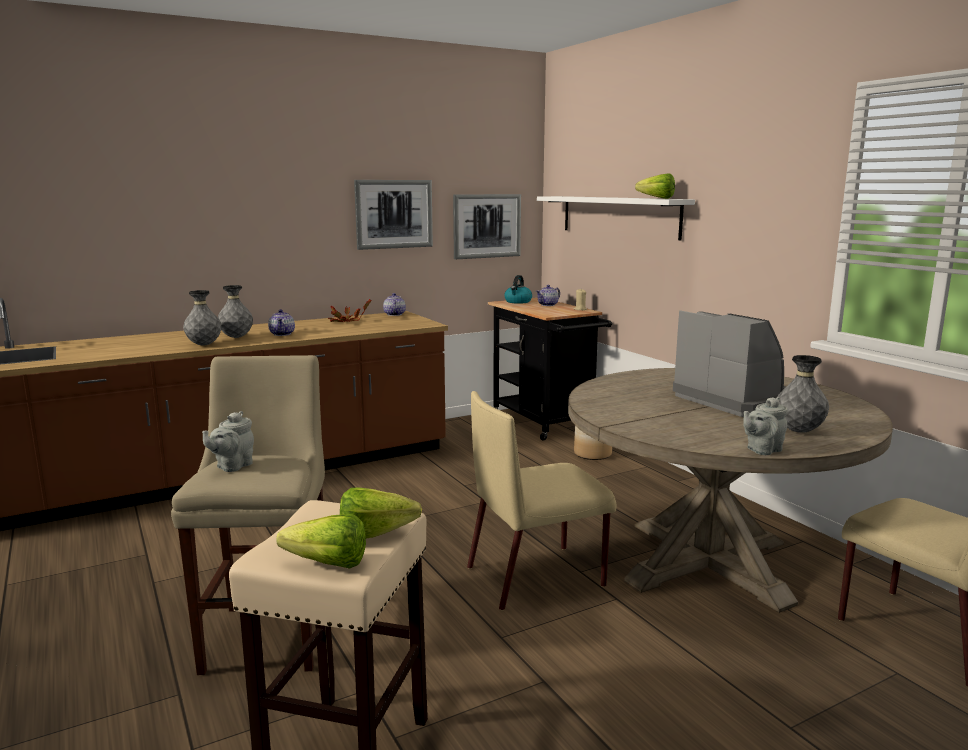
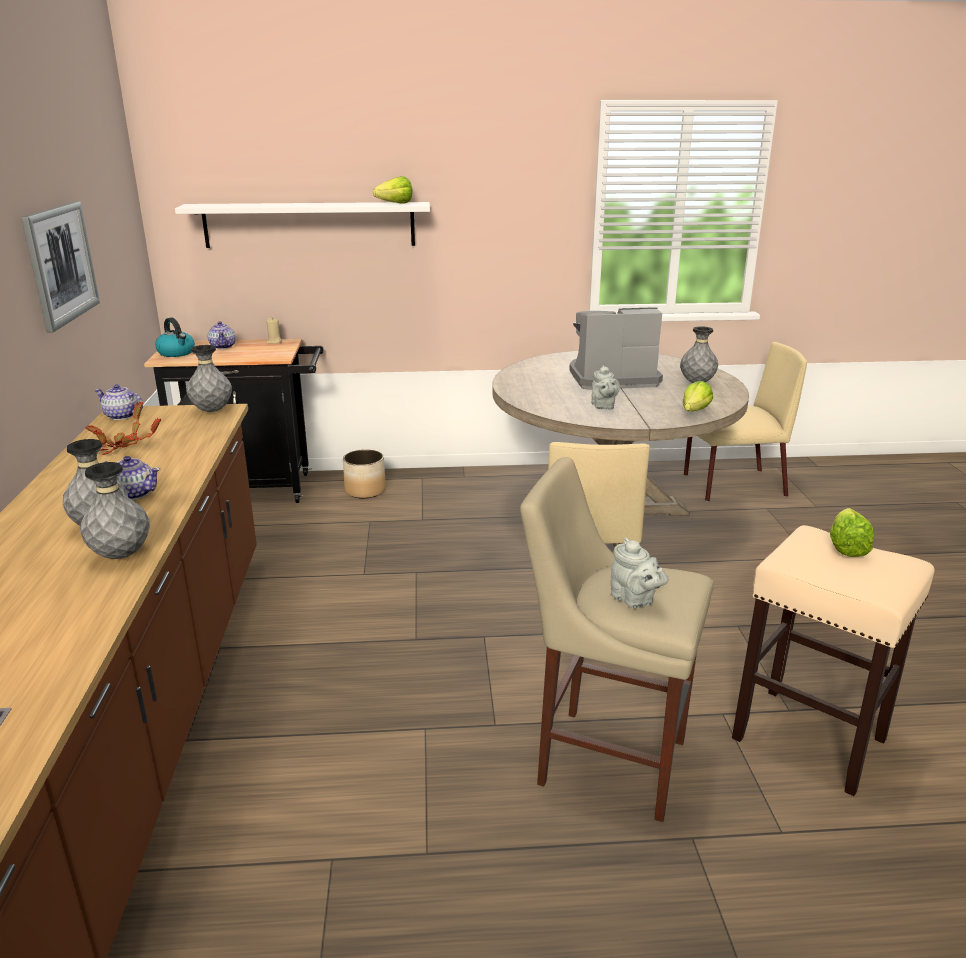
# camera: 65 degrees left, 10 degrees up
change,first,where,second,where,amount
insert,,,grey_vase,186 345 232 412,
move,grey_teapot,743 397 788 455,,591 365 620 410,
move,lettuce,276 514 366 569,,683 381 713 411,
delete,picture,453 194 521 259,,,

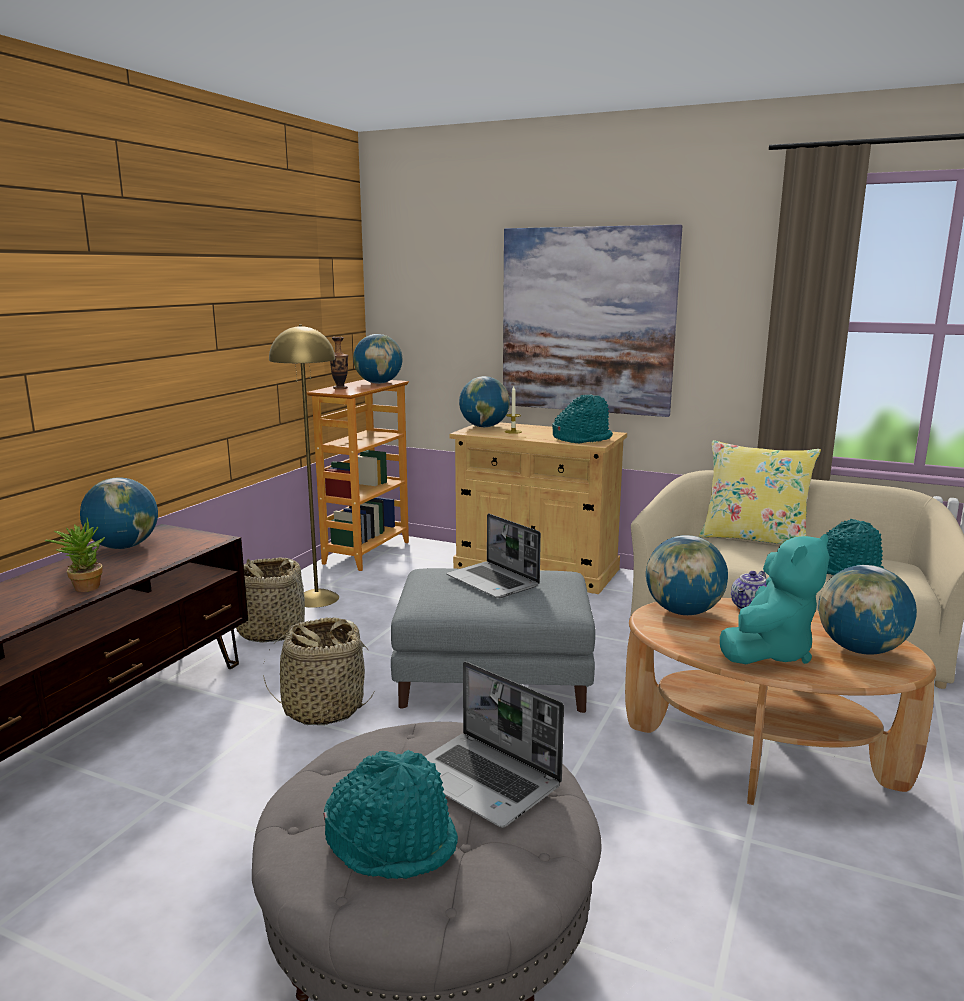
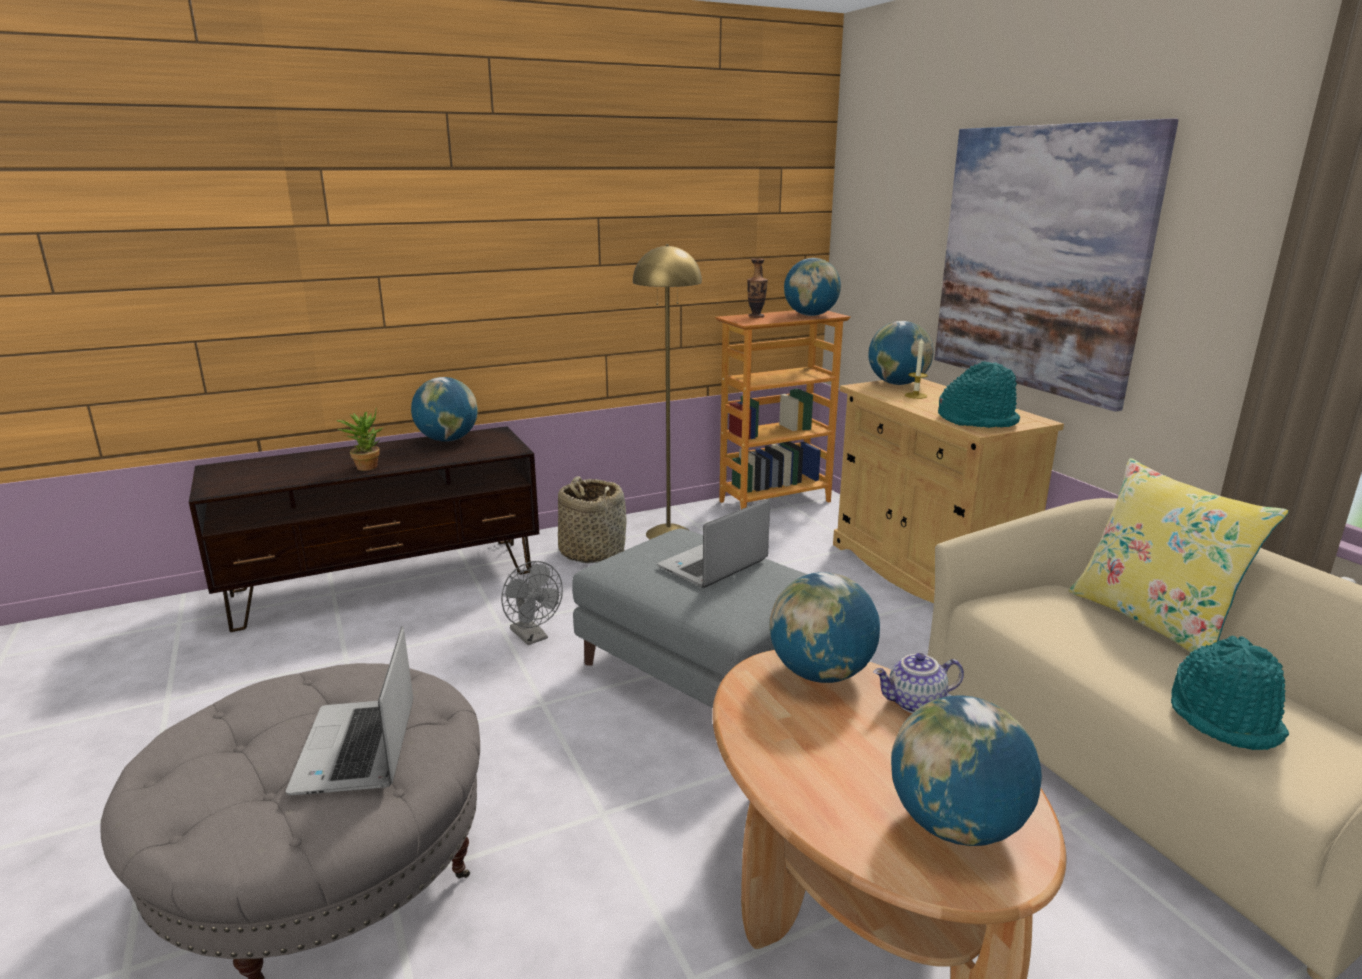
# camera: 40 degrees right, 5 degrees up
change,first,where,second,where,amount
replace,basket,263 617 374 725,grey_fan,501 561 563 645,
rotate,laptop,446 514 541 598,,657 499 770 588,45 degrees clockwise
delete,turquoise_hat,323 750 458 879,,,
delete,turquoise_plush_toy,720 534 830 664,,,

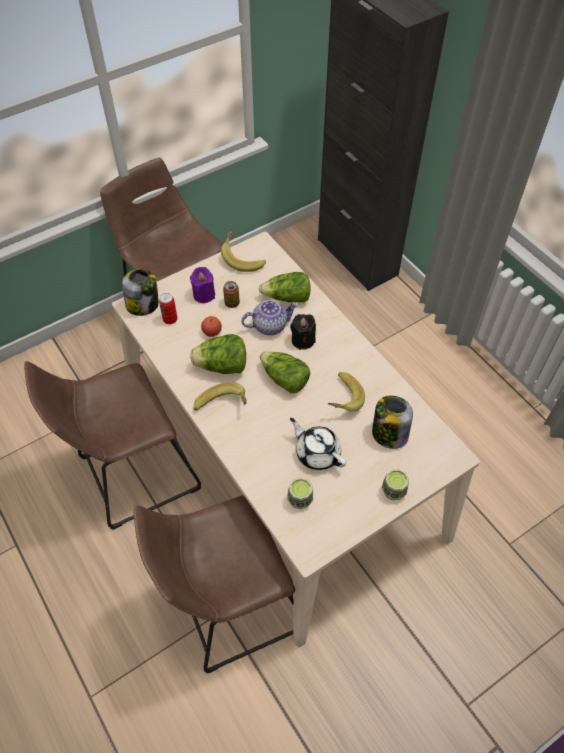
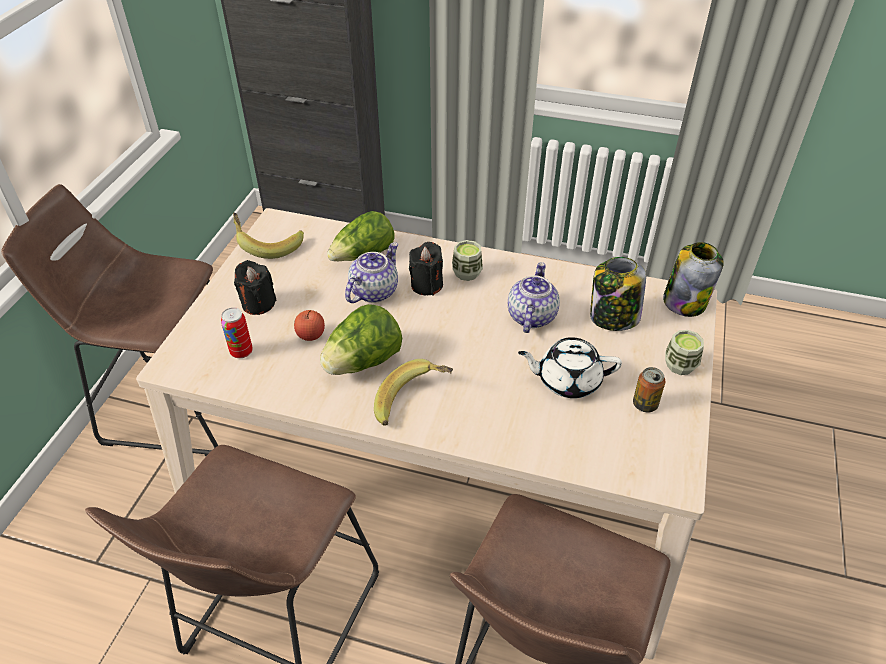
# camera: 40 degrees left, 10 degrees down
change,first,where,second,where,amount
recolor,purple_candle,190 267 215 303,black_candle,234 260 276 315,
move,cup,288 478 313 509,,452 240 483 281,
replace,banana,328 372 365 412,teapot,508 262 560 333,
move,can,223 281 240 308,,633 367 665 412,
move,jar,122 269 159 316,,663 242 724 317,
delete,lettuce,260 351 310 393,,,

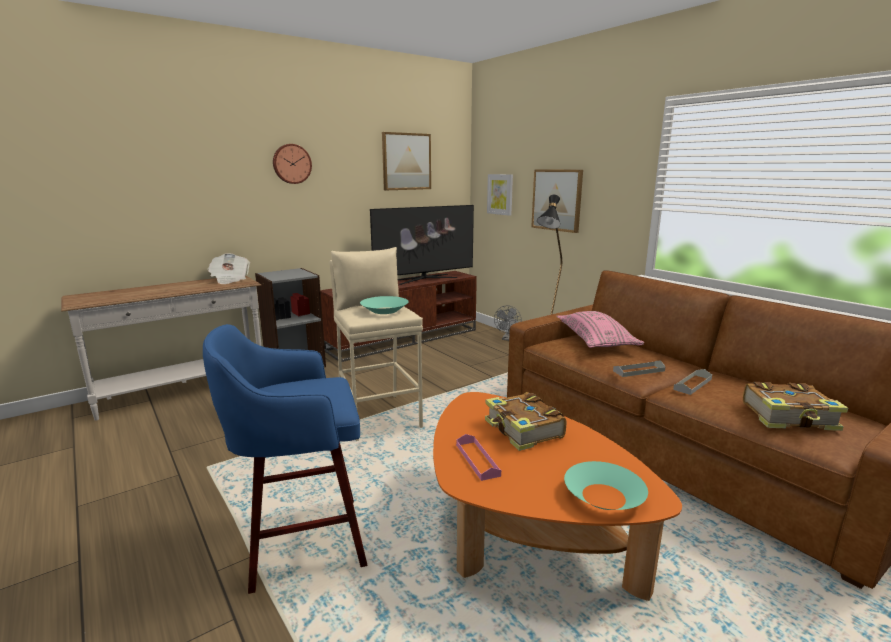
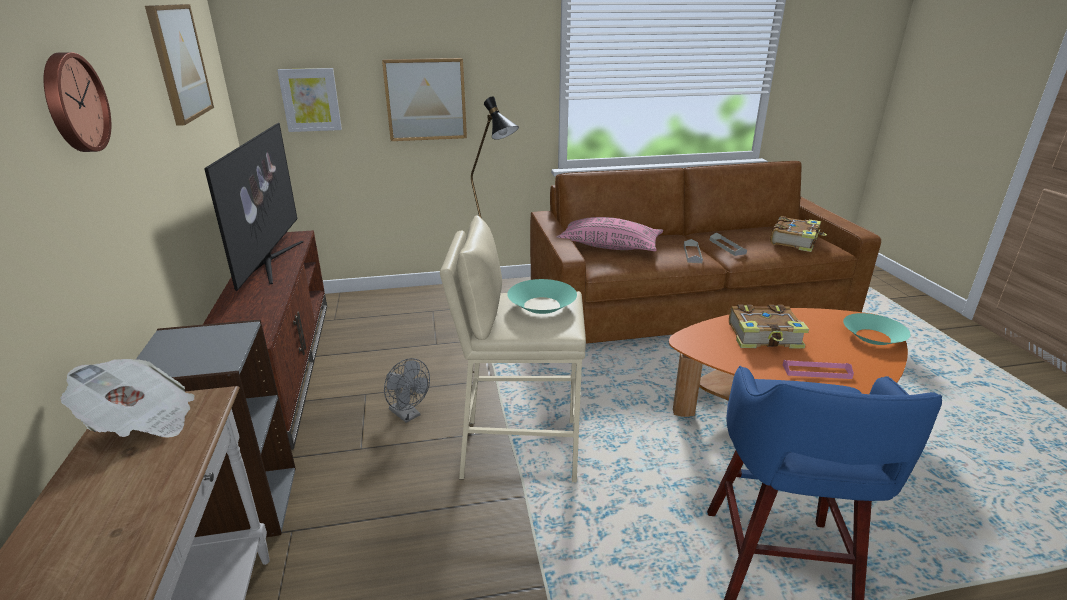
# camera: 65 degrees left, 10 degrees up
change,first,where,second,where,amount
move,grey_fan,494 305 521 341,,384 358 430 423,

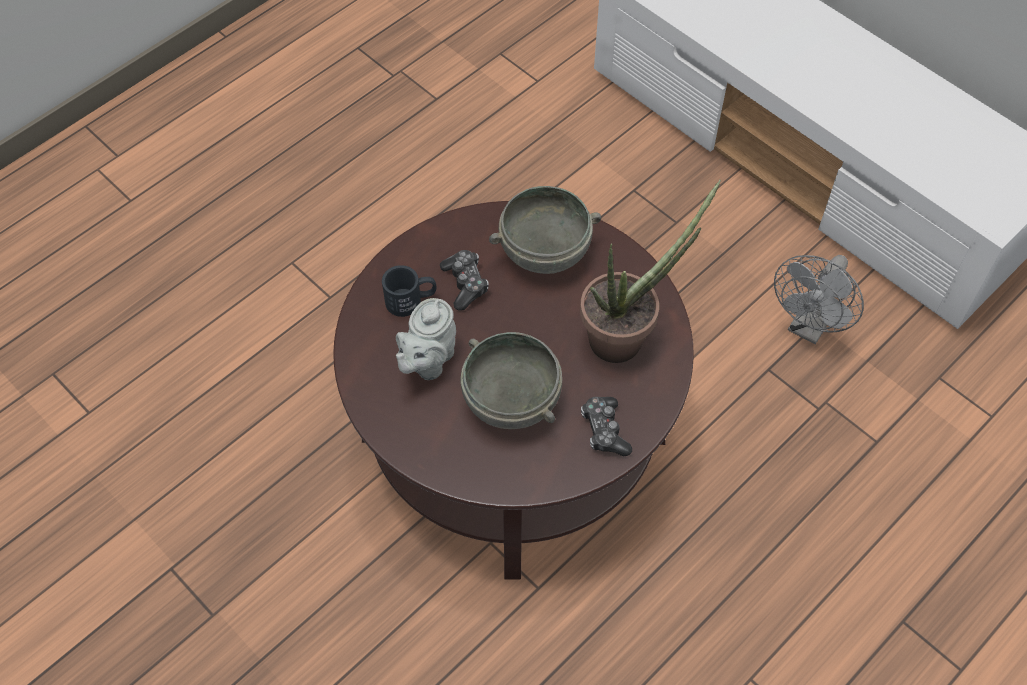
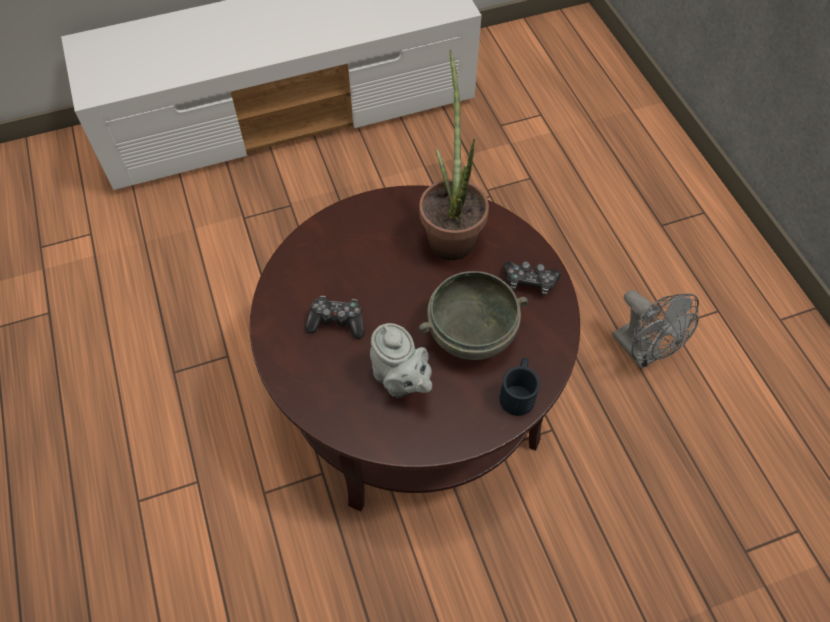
# camera: 65 degrees left, 0 degrees up
change,first,where,second,where,amount
move,black_mug,382 265 436 317,,499 358 540 416,
move,grey_fan,774 255 864 344,,612 290 699 369,
delete,grey_bowl,489 186 601 274,,,

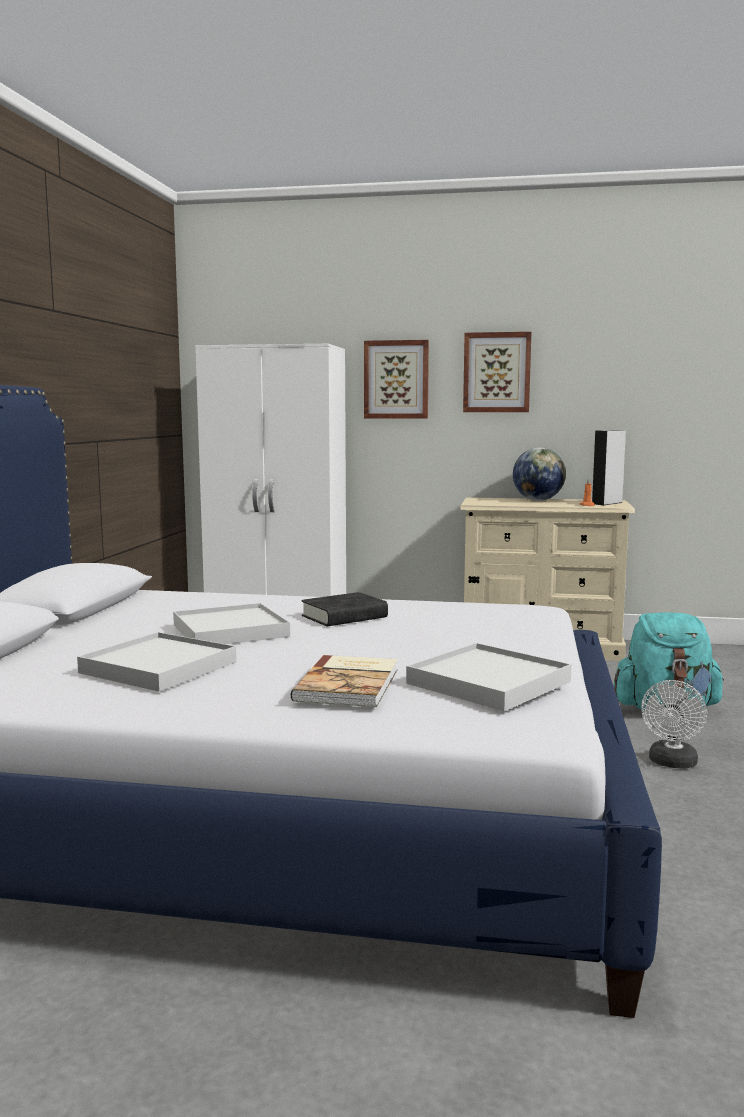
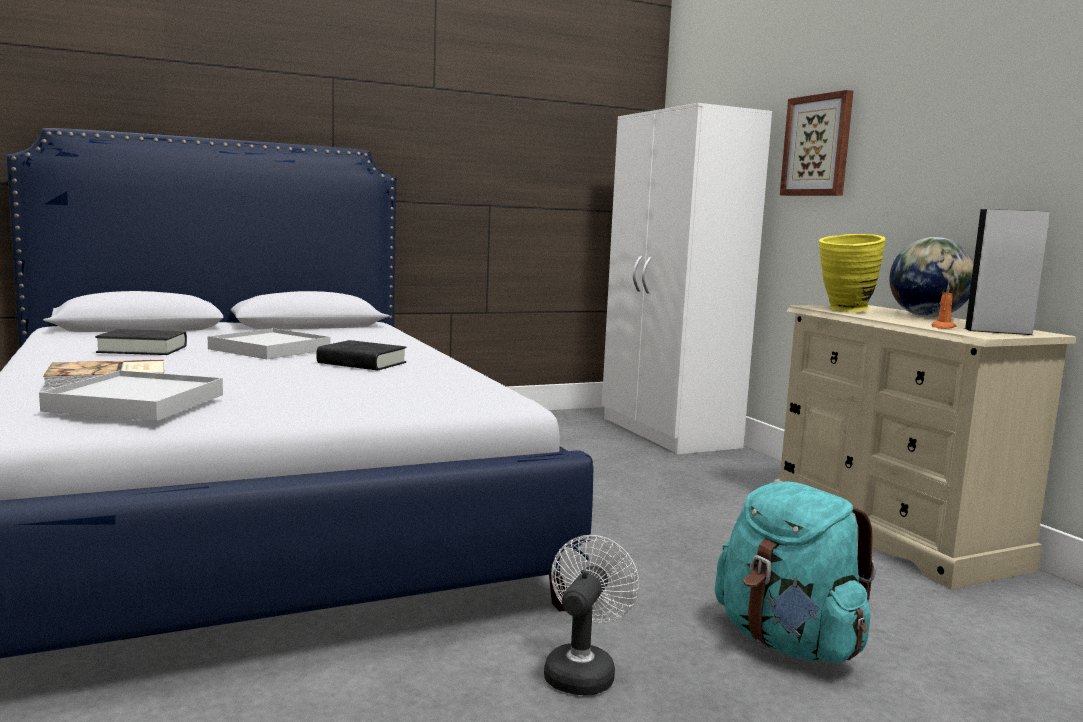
# camera: 55 degrees right, 0 degrees up
change,first,where,second,where,amount
replace,white_tray,77 632 237 692,black_book,95 329 187 355,
rotate,white_fan,641 680 707 769,,544 535 639 695,120 degrees clockwise
insert,,,yellow_vase,819 234 886 312,
delete,picture,463 332 531 412,,,

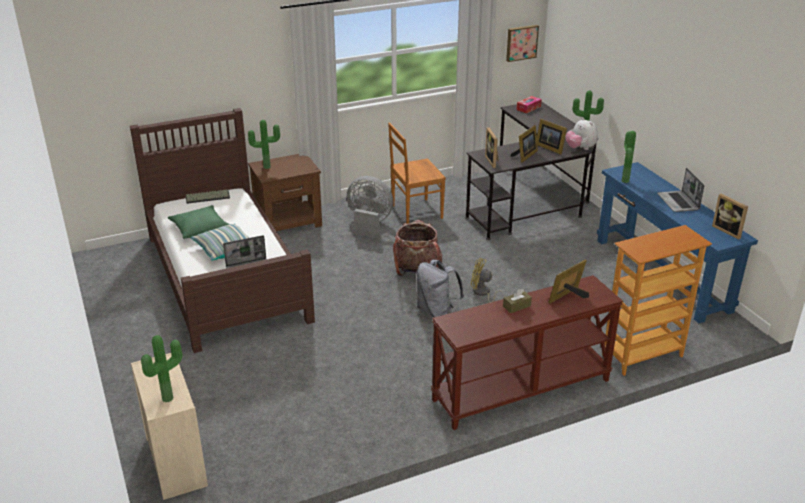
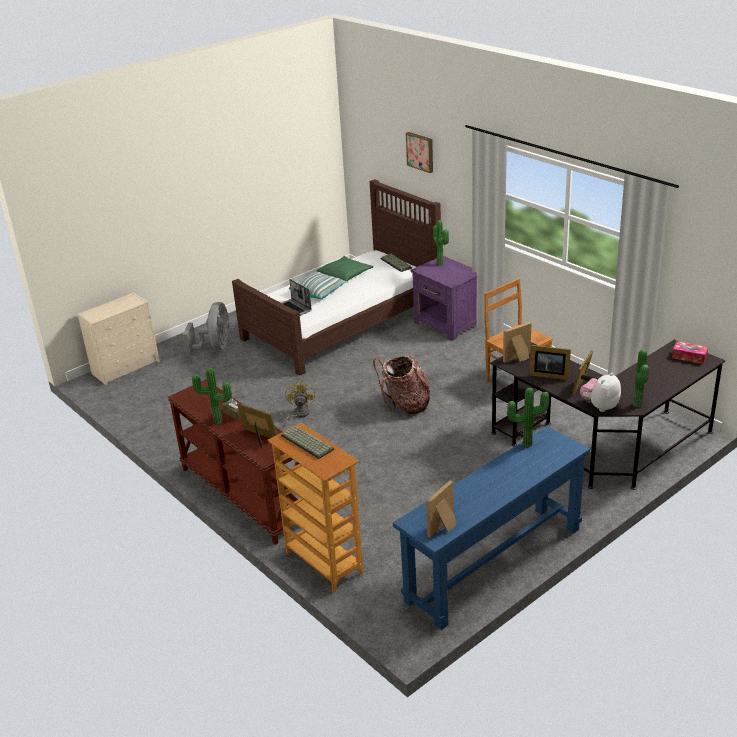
# camera: 75 degrees right, 0 degrees up
change,first,where,second,where,amount
move,grey_fan,347 176 394 239,,182 302 230 356,
move,potted_plant,141 335 182 402,,192 368 232 424,
insert,,,keyboard,281 426 334 459,
move,yellow_fan,471 258 505 303,,283 381 315 427,
move,picture,506 25 539 62,,406 132 433 173,
recolor,brown_nightstand,248 154 322 231,purple_nightstand,410 256 477 341,
delete,grey_backpack,417 260 464 318,,,
delete,laptop,657 168 704 212,,,

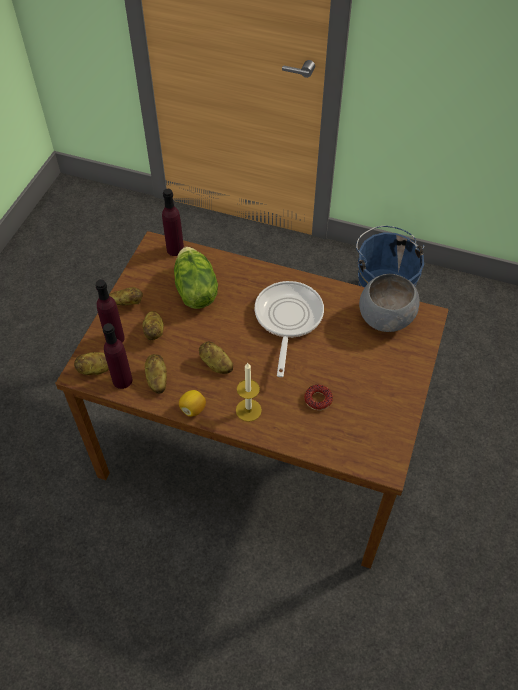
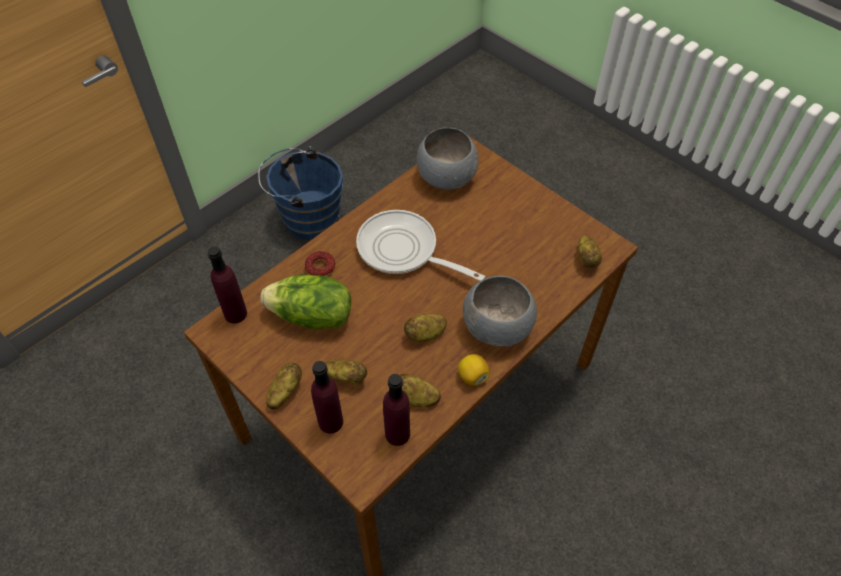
# camera: 65 degrees left, 0 degrees up
change,first,where,second,where,amount
move,donut,304 385 333 410,,305 251 335 276,
replace,candle,236 363 262 422,grey_bowl,463 276 537 347,
move,potato,74 352 109 375,,578 236 602 268,

